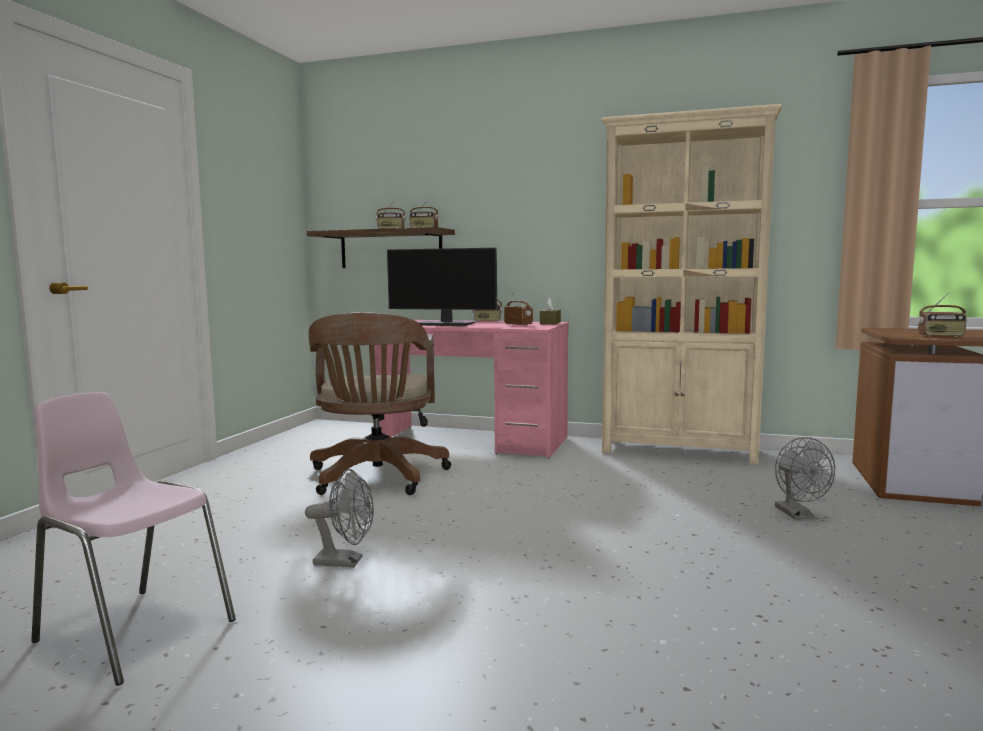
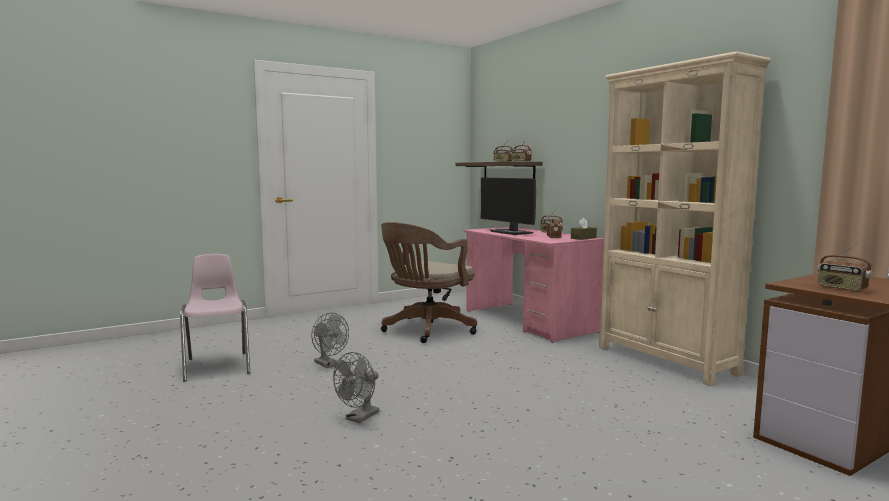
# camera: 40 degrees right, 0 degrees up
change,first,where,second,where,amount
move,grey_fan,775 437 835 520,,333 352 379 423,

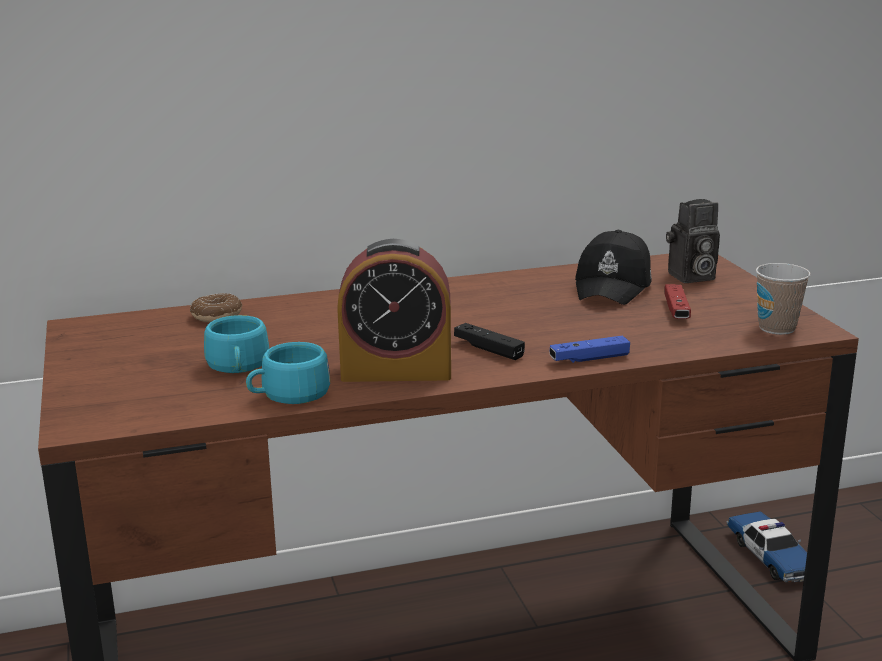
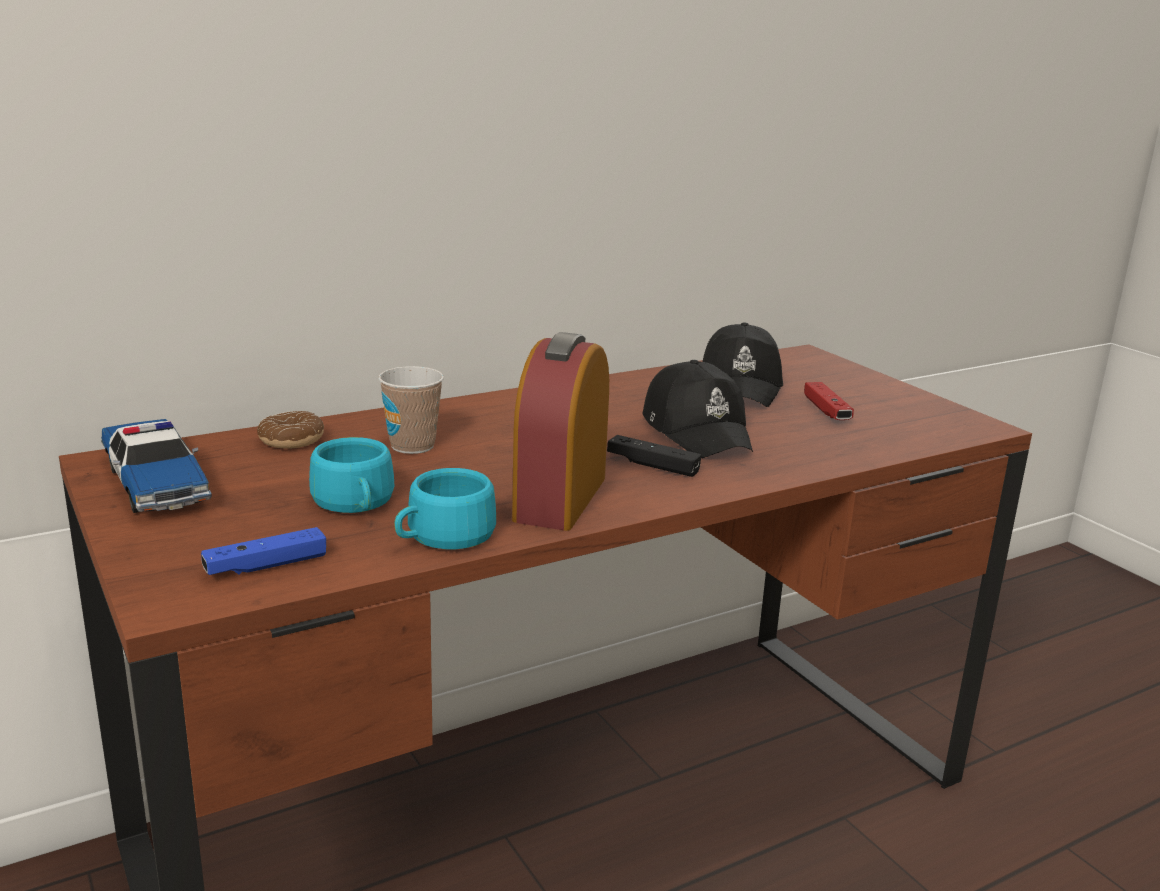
# camera: 15 degrees left, 0 degrees up
change,first,where,second,where,amount
move,toy_car,726 511 807 582,,101 419 212 513,
move,blue_game_controller,550 336 630 363,,201 527 326 575,
move,cup,756 263 811 335,,378 366 444 454,
rotate,alarm_clock,337 239 451 382,,512 332 609 531,120 degrees clockwise
insert,,,black_cap,642 360 753 458,
delete,photo_camera,666 199 720 283,,,

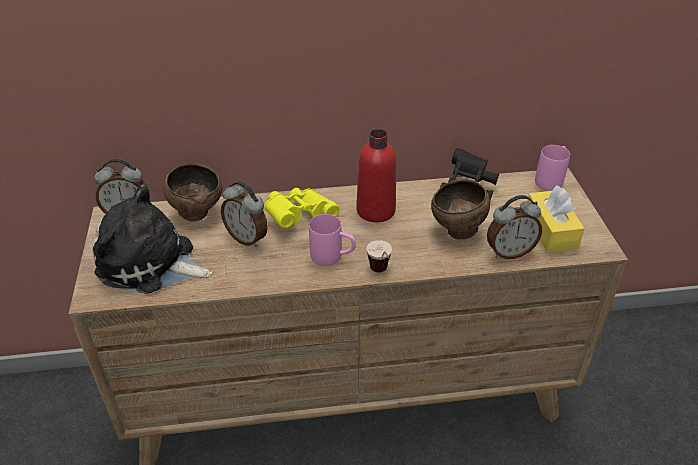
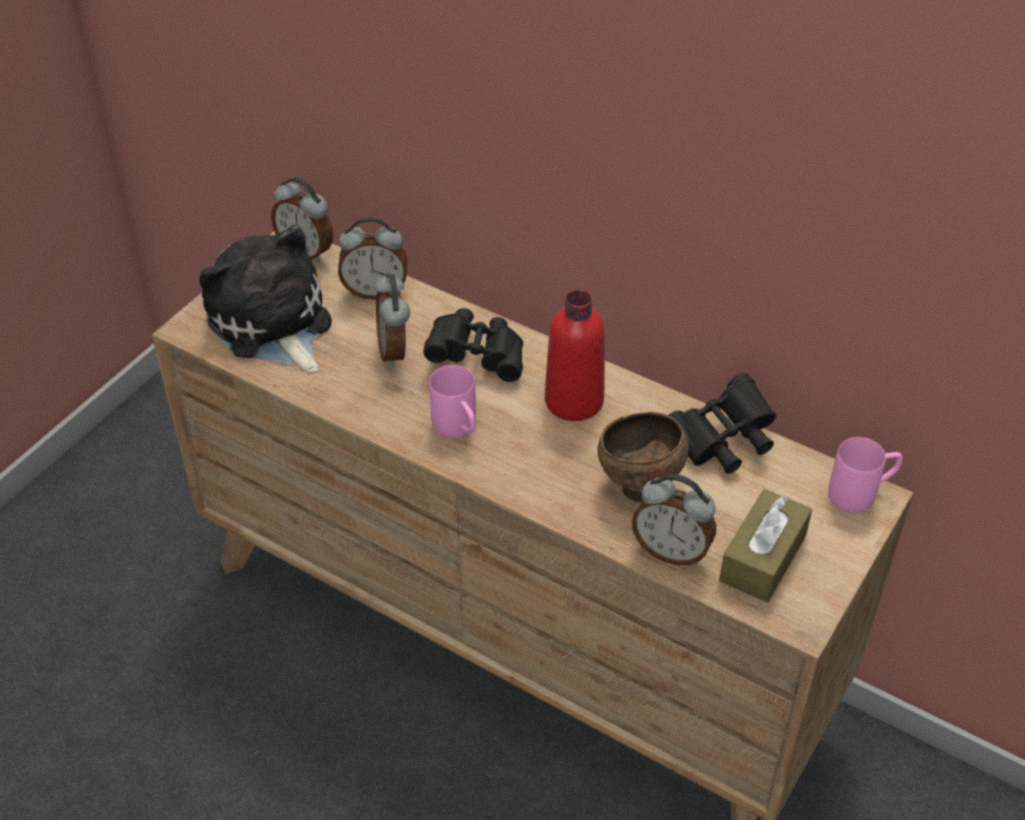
# camera: 40 degrees right, 5 degrees up
change,first,where,second,where,amount
replace,brown_bowl,163 164 222 221,alarm_clock,338 217 408 300,
recolor,yellow_binoculars,264 188 339 228,black_binoculars,423 308 523 382,
recolor,yellow_tissue_box,527 185 585 252,brown_tissue_box,719 489 812 603,
delete,cup,366 240 392 272,,,

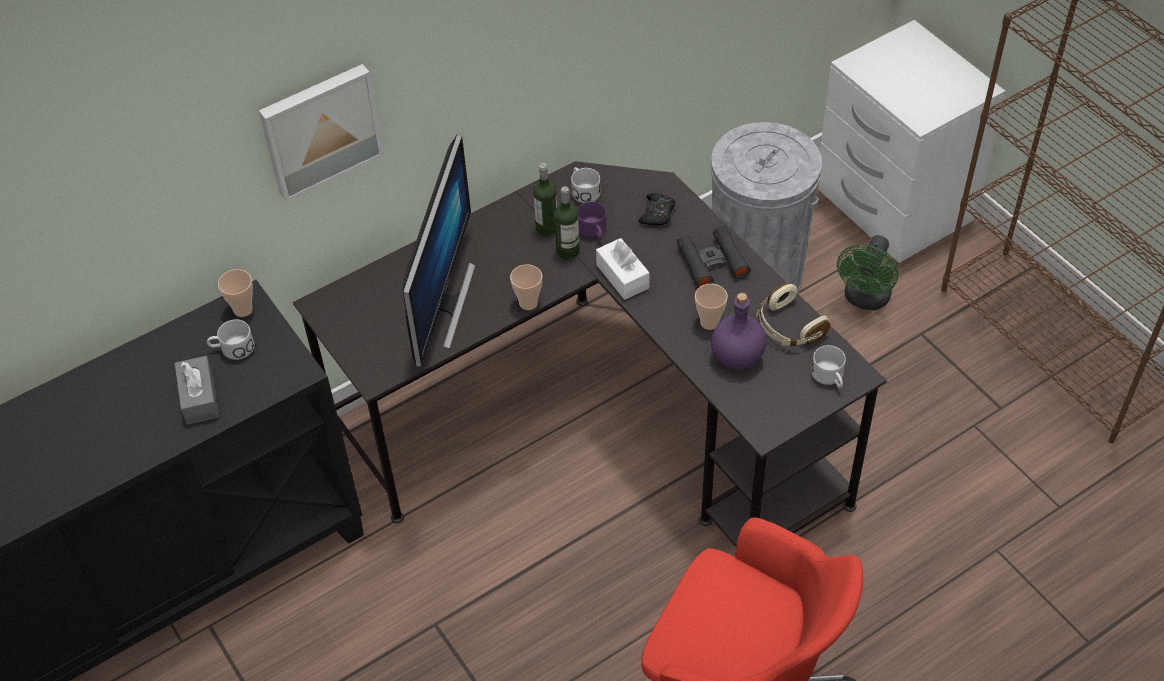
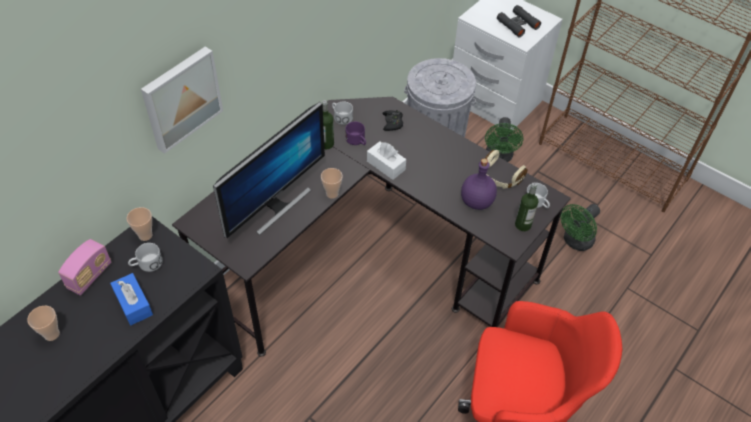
# camera: 20 degrees left, 0 degrees up
change,first,where,second,where,amount
move,cup,695 284 728 330,,27 306 60 341,
insert,,,radio,58 239 111 296,
recolor,grey_tissue_box,175 356 219 425,blue_tissue_box,110 273 153 325,
rotate,monitor,402 135 476 367,,213 102 325 238,45 degrees clockwise
move,black_binoculars,677 225 751 288,,497 5 541 37,
move,bottle,554 186 580 260,,515 183 538 231,
insert,,,green_fan,560 204 600 251,

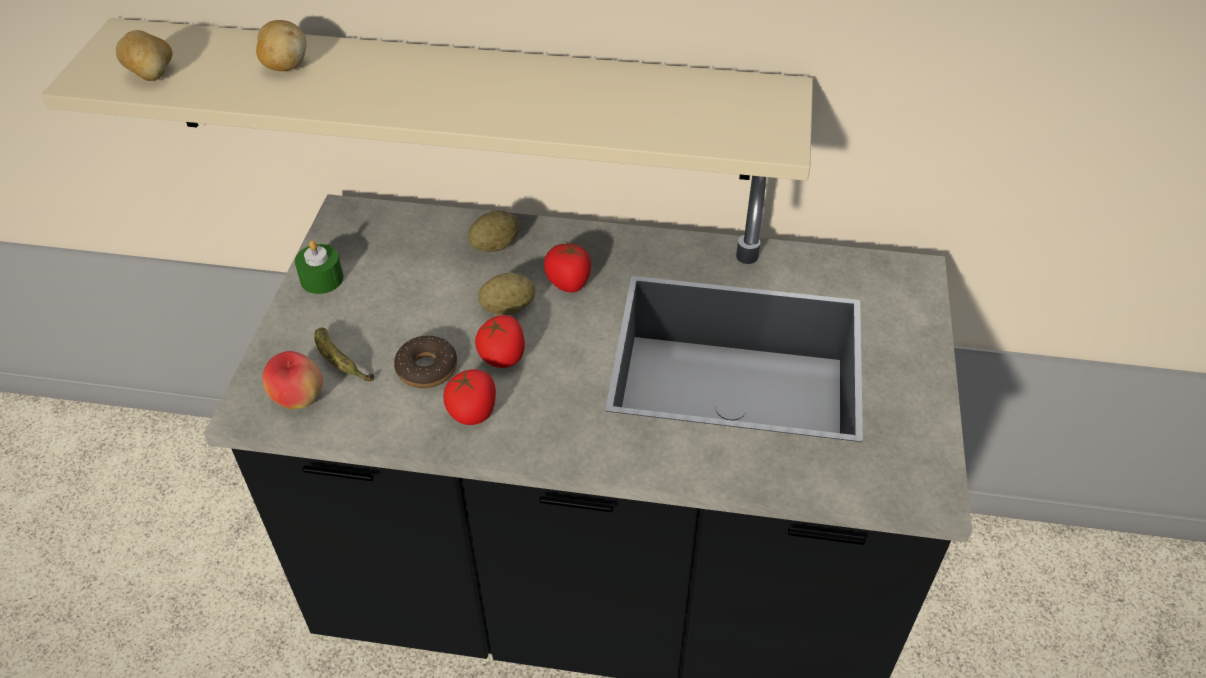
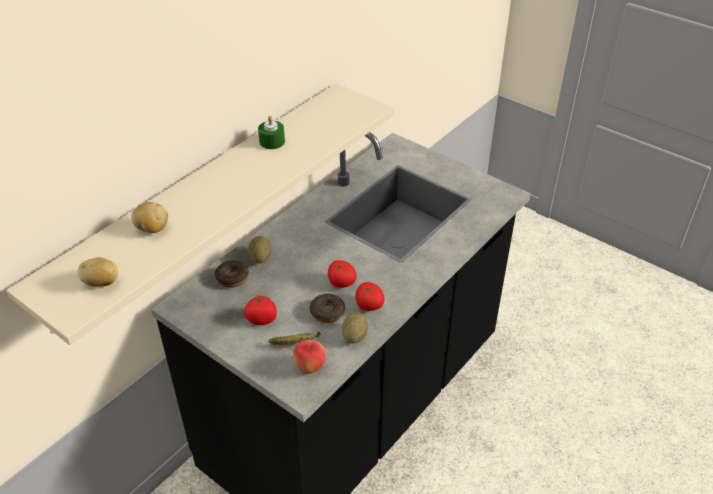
# camera: 60 degrees left, 5 degrees down
change,first,where,second,where,amount
insert,,,donut,214 260 249 288,
move,tomato,544 241 591 293,,244 295 277 325,
move,green_candle,295 241 344 294,,258 116 285 149,
move,potato,478 272 535 315,,342 312 368 343,

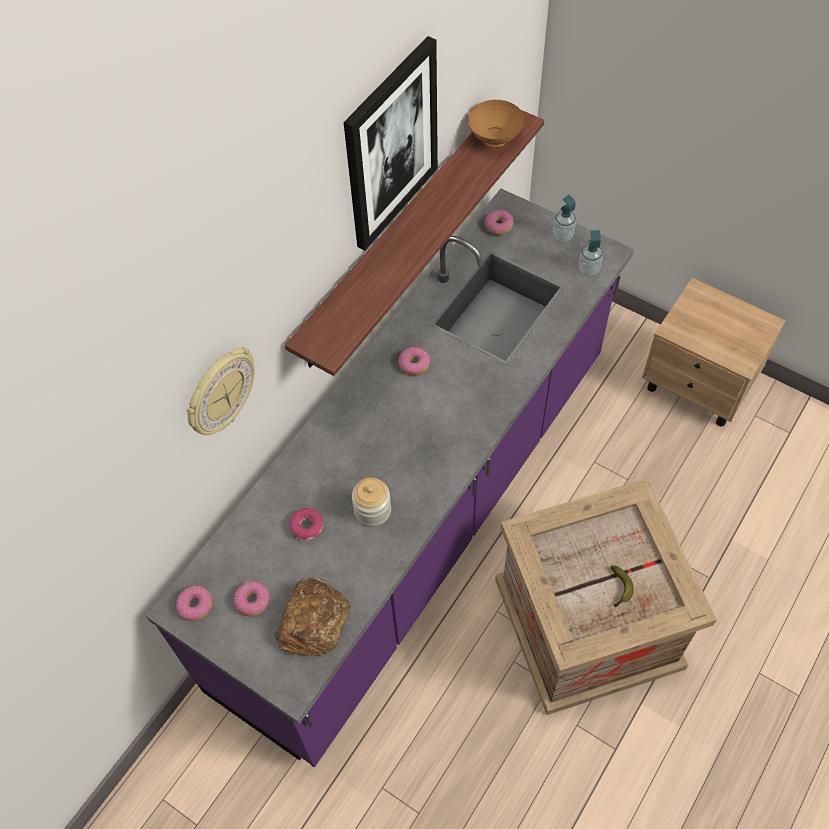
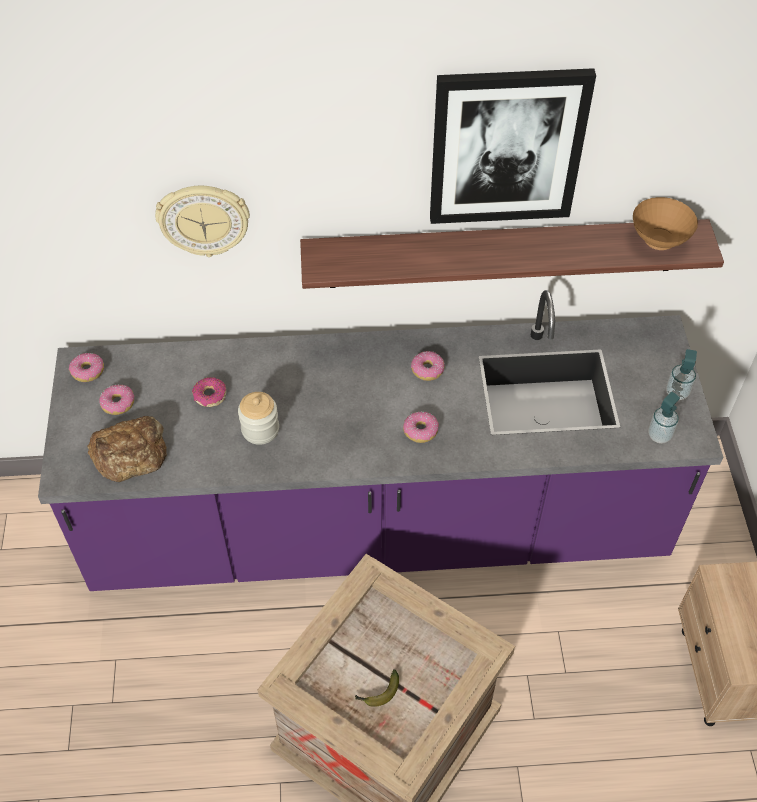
# camera: 50 degrees right, 5 degrees down
change,first,where,second,where,amount
move,donut,485 210 514 235,,403 411 439 443,

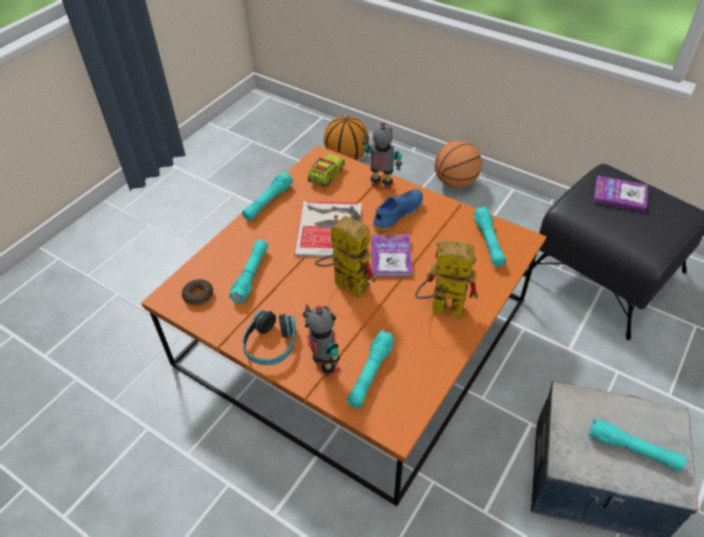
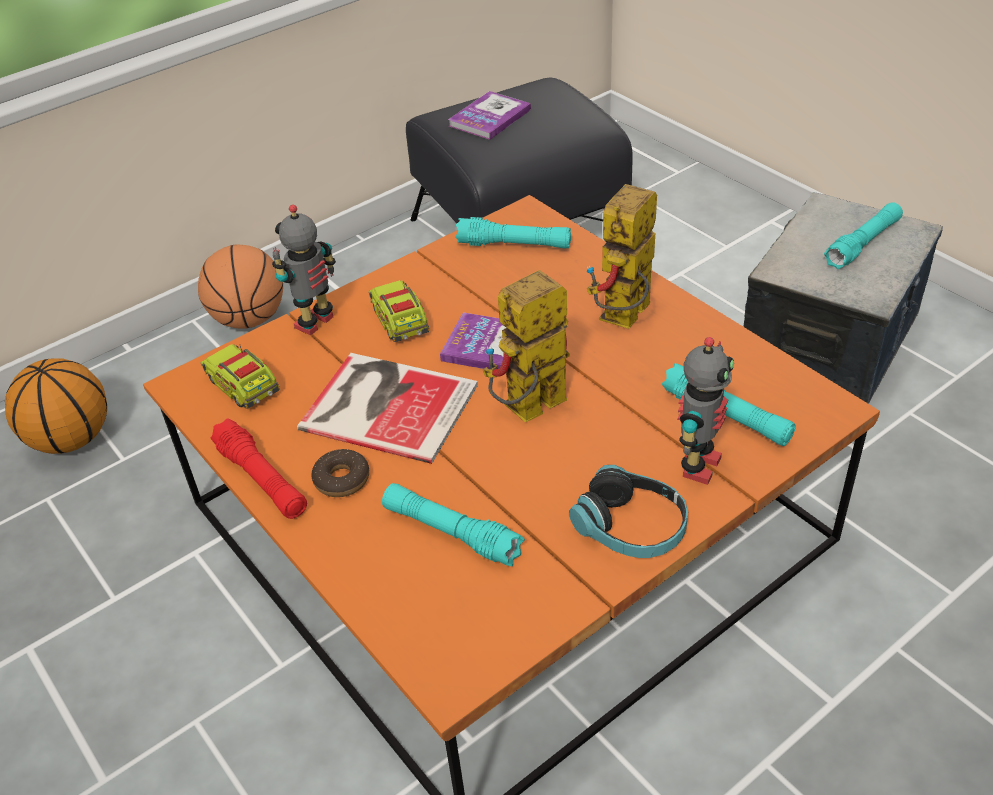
# camera: 70 degrees left, 5 degrees down
change,first,where,second,where,amount
recolor,turquoise_flashlight,242 172 293 221,red_flashlight,211 419 307 519,
move,donut,182 279 213 306,,311 449 369 497,
replace,blue_shoe,373 189 423 232,toy_truck,369 280 430 342,
rotate,toy_robot,303 304 340 377,,677 337 734 485,135 degrees clockwise

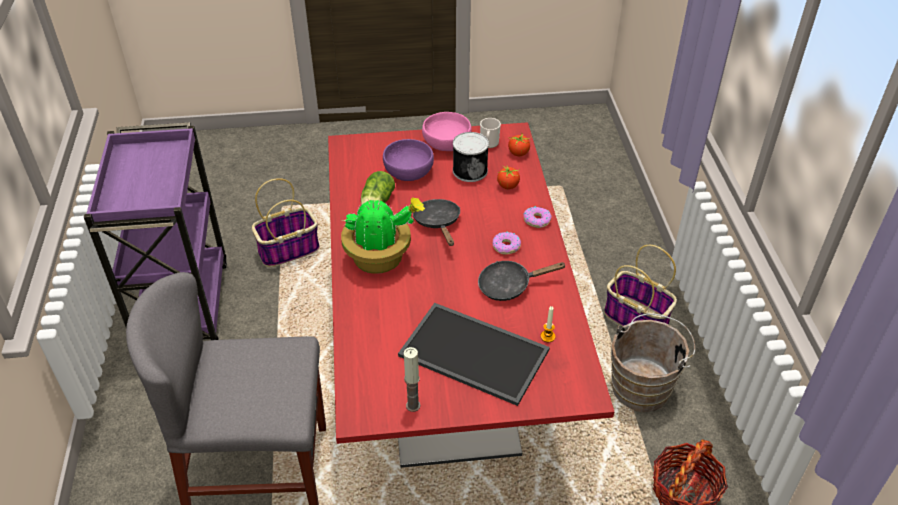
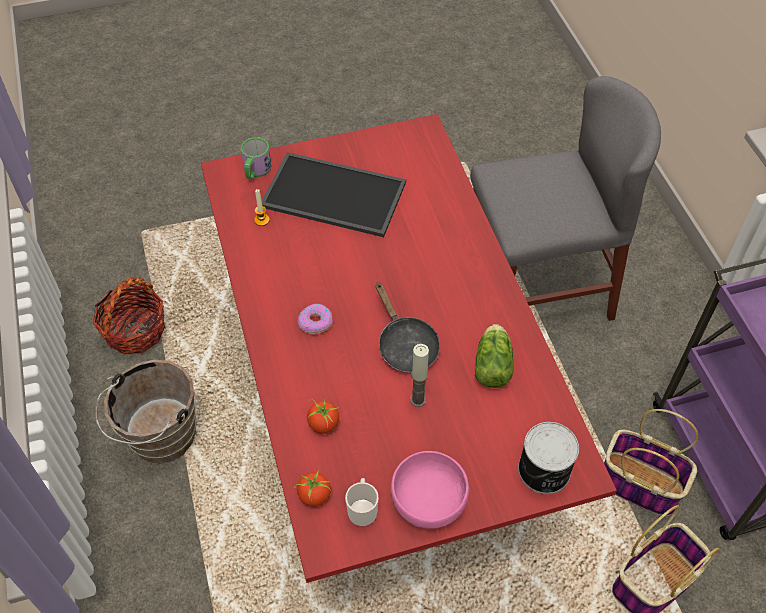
# camera: 170 degrees right, 10 degrees up
change,first,where,second,where,amount
insert,,,mug,241 137 272 179,
move,candle,404 347 420 412,,410 344 429 407,
move,can,453 132 489 182,,518 422 579 494,
move,basket,604 245 677 326,,604 409 698 516,
delete,potted_plant,341 197 425 274,,,
delete,purple_bowl,383 139 434 181,,,
delete,black_frying_pan,478 261 566 301,,,
delete,donut,523 206 552 228,,,

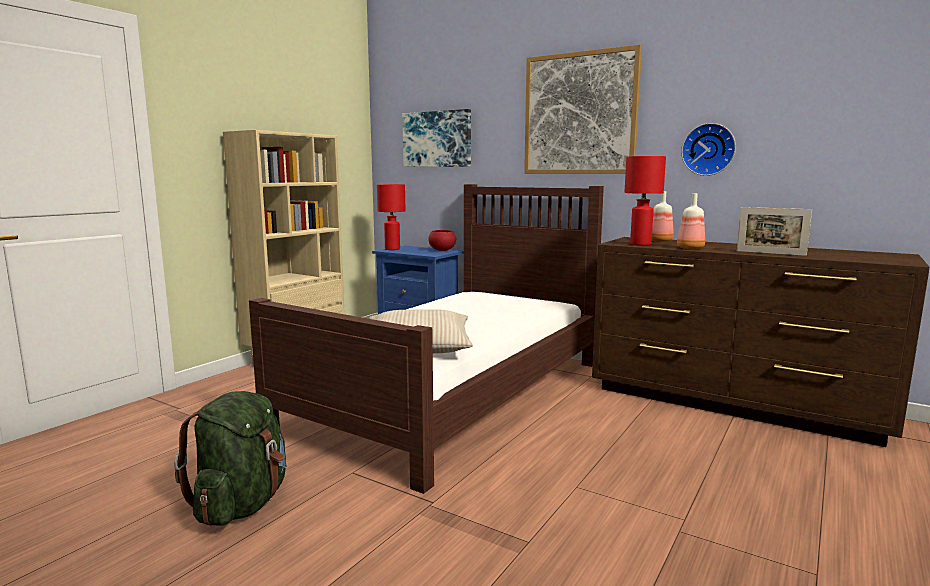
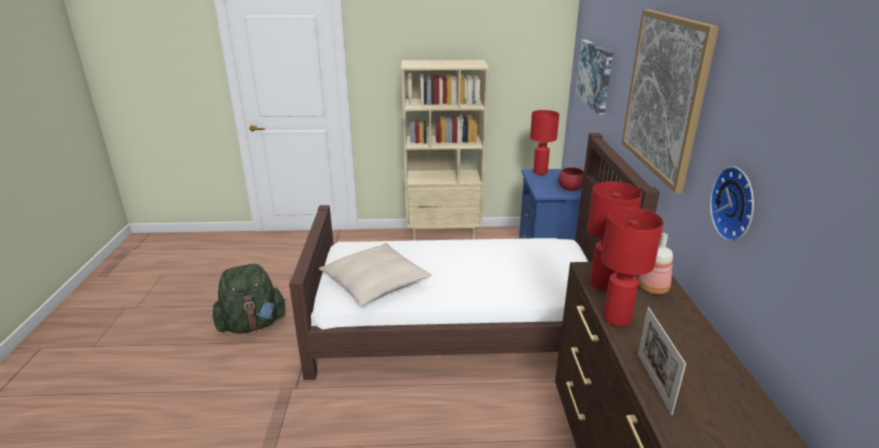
# camera: 55 degrees right, 15 degrees up
change,first,where,second,where,amount
replace,bottle,677 193 705 249,red_table_lamp,601 207 663 327,

